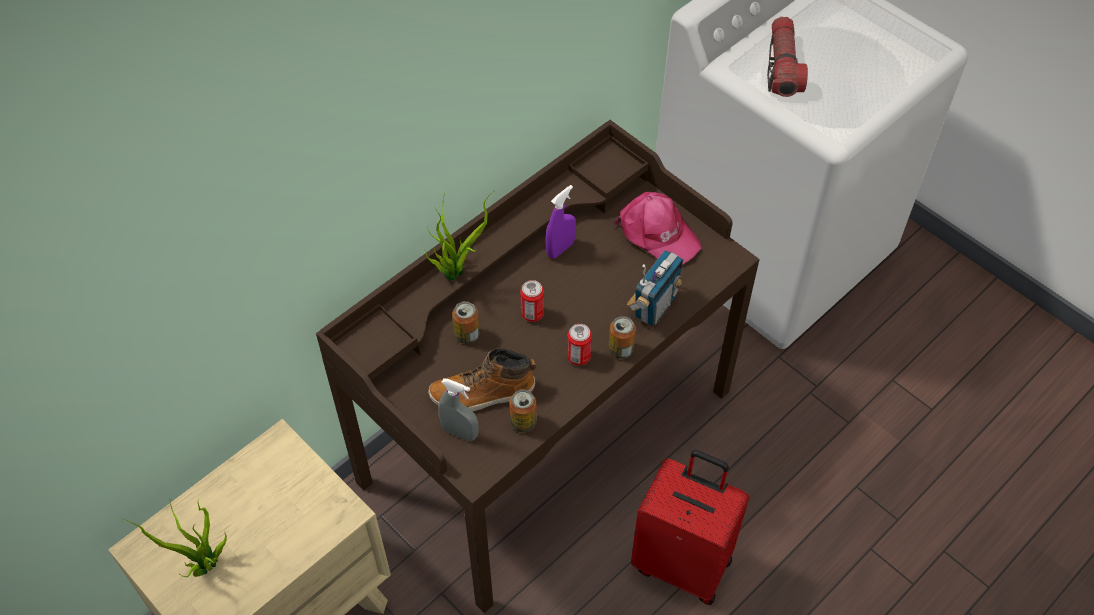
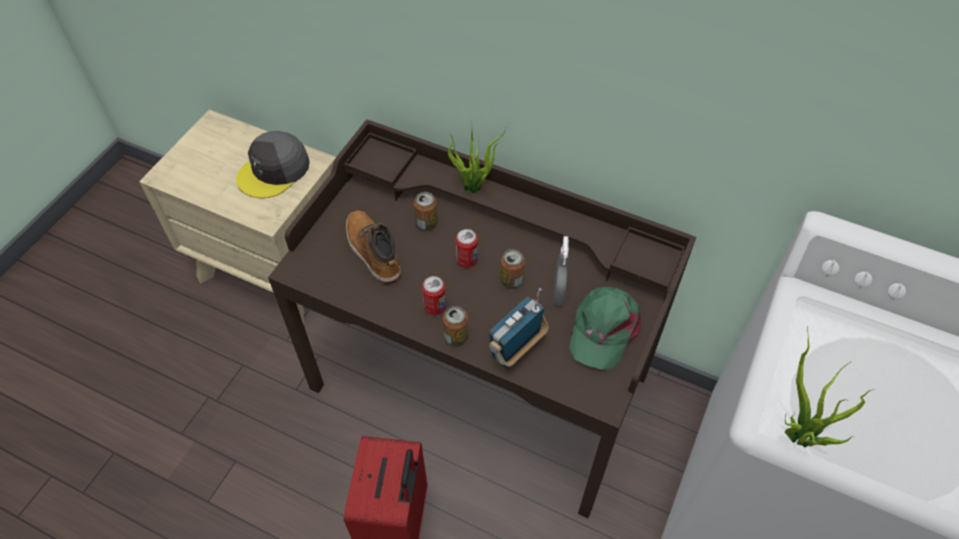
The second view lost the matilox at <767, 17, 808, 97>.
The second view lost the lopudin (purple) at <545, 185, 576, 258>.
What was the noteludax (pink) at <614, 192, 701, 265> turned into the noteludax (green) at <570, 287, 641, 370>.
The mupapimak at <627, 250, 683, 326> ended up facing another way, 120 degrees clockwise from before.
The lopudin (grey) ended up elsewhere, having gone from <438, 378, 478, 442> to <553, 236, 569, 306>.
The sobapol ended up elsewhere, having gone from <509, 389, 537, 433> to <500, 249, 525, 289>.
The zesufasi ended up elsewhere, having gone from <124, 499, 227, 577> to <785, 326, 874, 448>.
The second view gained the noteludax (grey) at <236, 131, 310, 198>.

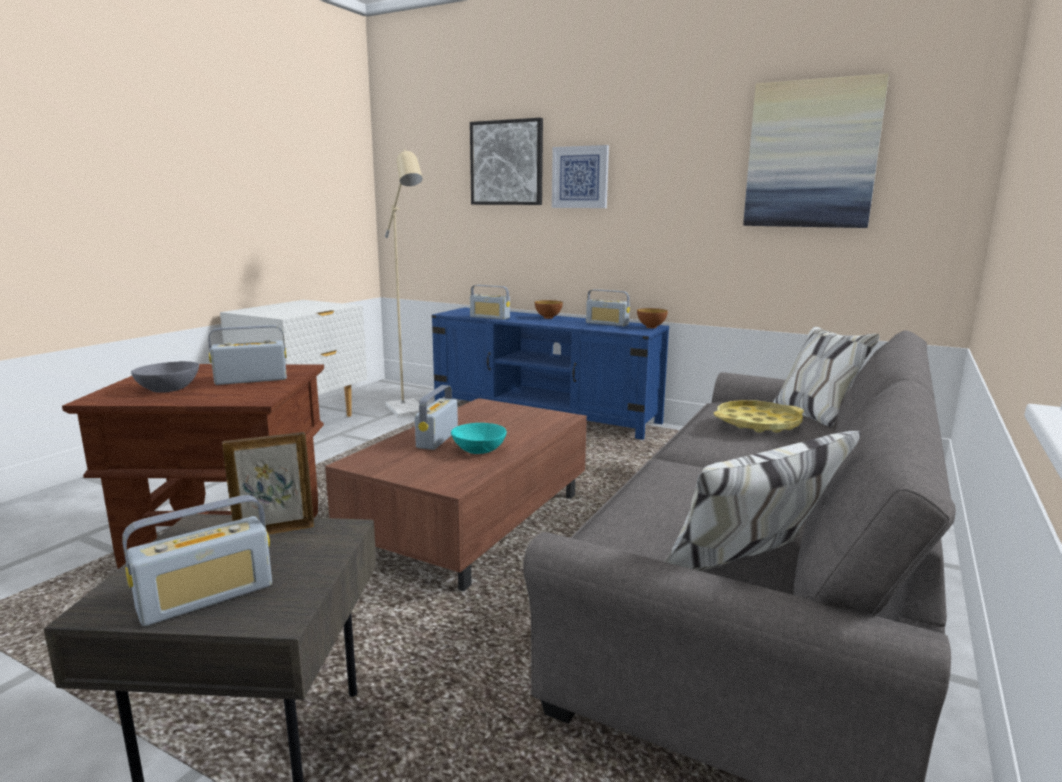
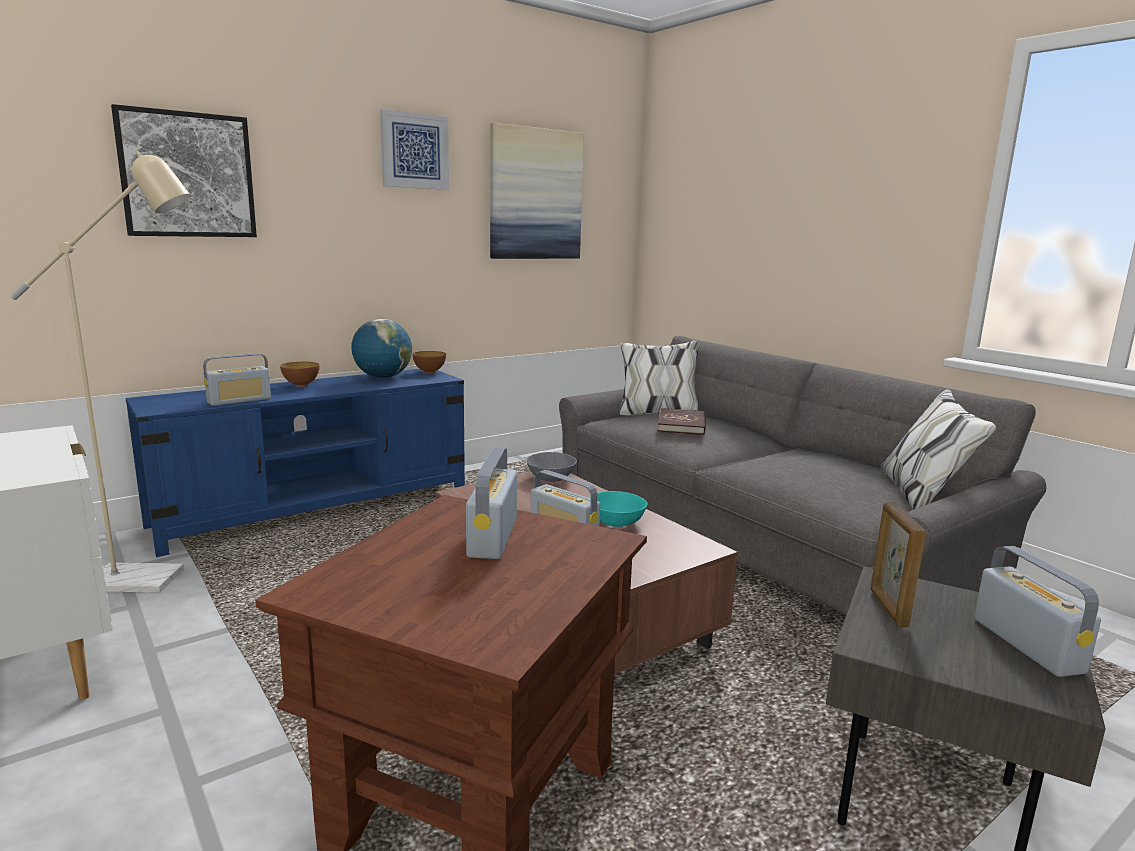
The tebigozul ended up elsewhere, having gone from <552, 145, 609, 208> to <380, 109, 449, 190>.
Where the mupapimak stood at <586, 289, 630, 326>, the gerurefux came to stand at <351, 319, 412, 378>.
The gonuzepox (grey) ended up elsewhere, having gone from <131, 361, 199, 393> to <526, 452, 577, 482>.
Where the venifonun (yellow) stood at <714, 400, 804, 433>, the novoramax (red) came to stand at <658, 408, 706, 435>.

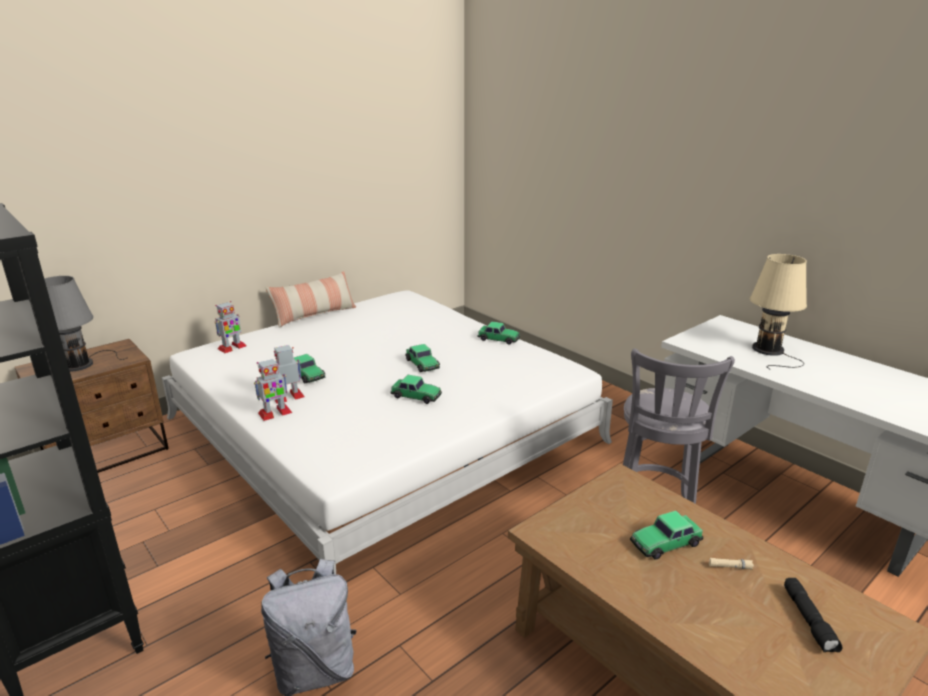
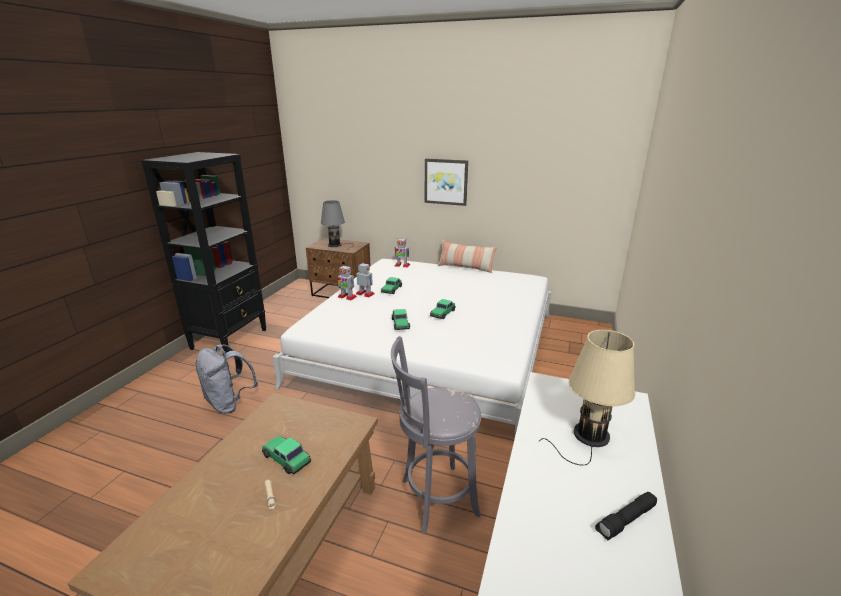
The second view lost the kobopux at <478, 321, 520, 345>.
The matilox (black) ended up elsewhere, having gone from <784, 578, 843, 652> to <595, 492, 657, 541>.
The second view gained the tebigozul at <425, 159, 468, 206>.

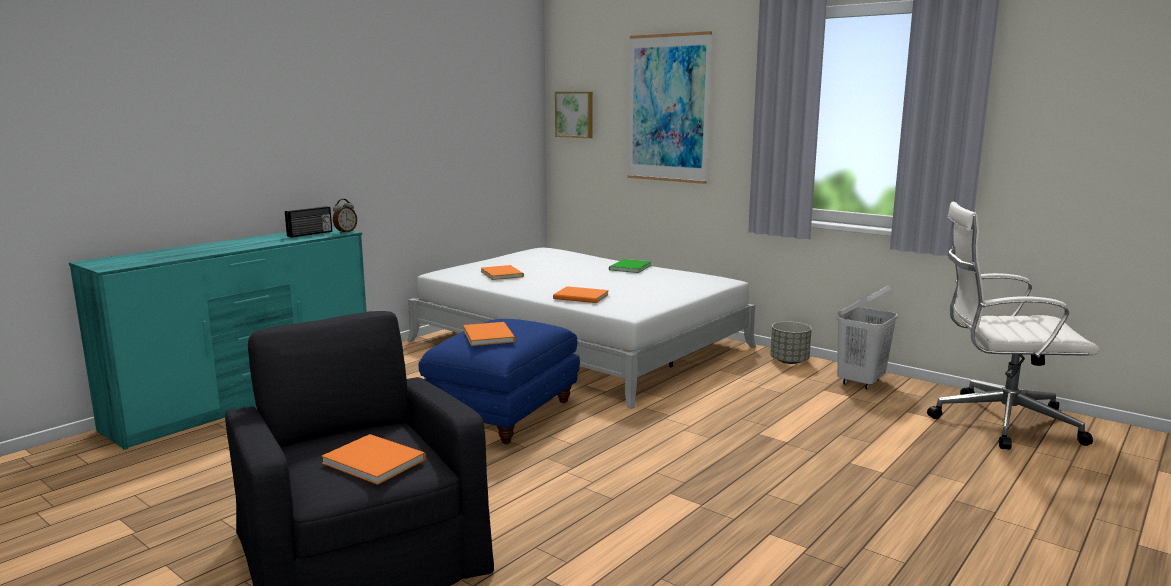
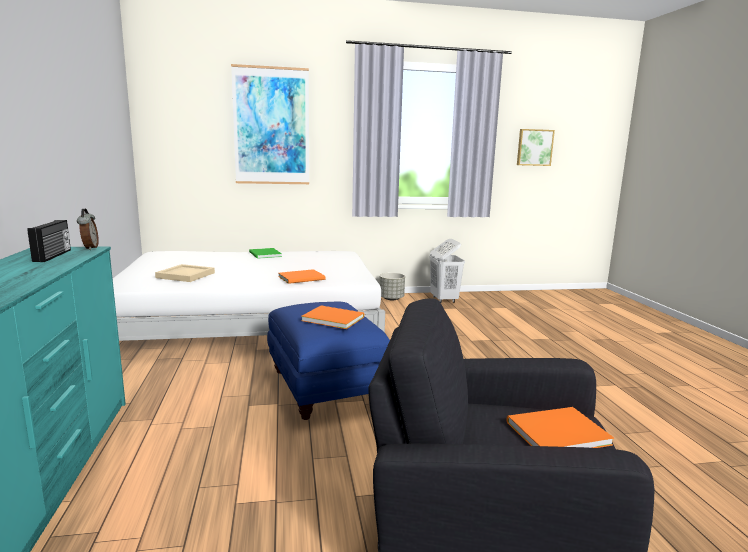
The tebigozul ended up elsewhere, having gone from <555, 92, 593, 138> to <517, 129, 555, 166>.
The second view lost the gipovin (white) at <927, 202, 1099, 450>.
Where the novoramax (orange) stood at <481, 265, 524, 280>, the venifonun (beige) came to stand at <155, 264, 215, 282>.

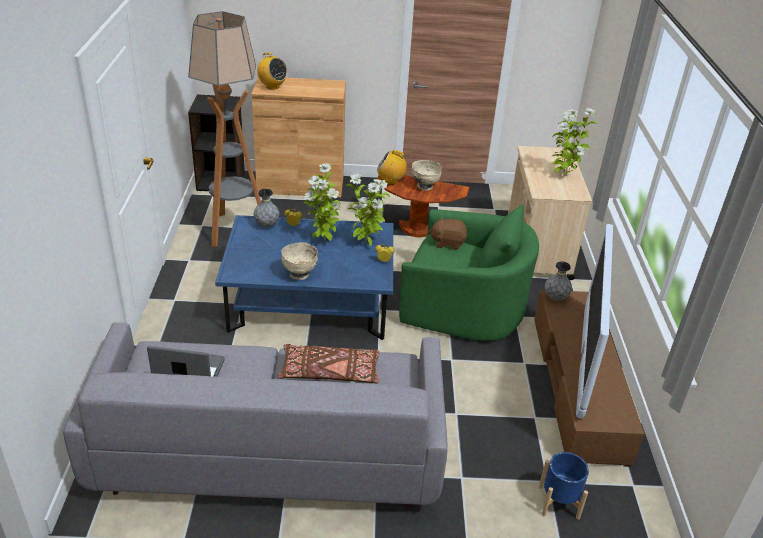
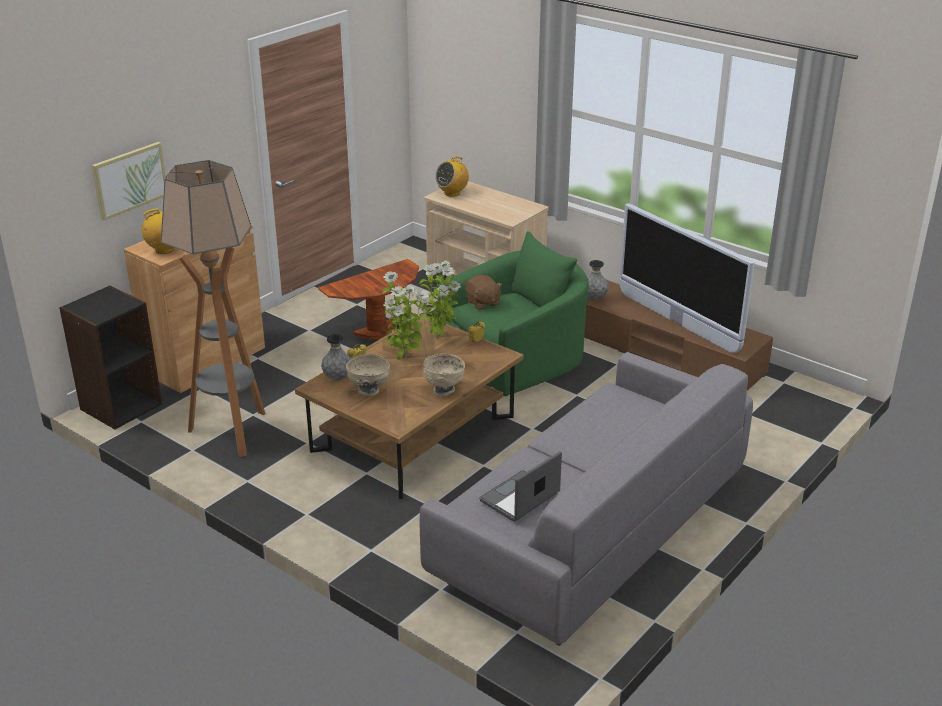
The second view lost the zesufasi at <551, 108, 598, 178>.
The mupapimak ended up elsewhere, having gone from <377, 150, 409, 185> to <435, 156, 469, 197>.
The gonuzepox (beige) ended up elsewhere, having gone from <412, 160, 442, 191> to <346, 354, 390, 396>.
What was the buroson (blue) at <215, 215, 393, 340> turned into the buroson (brown) at <295, 317, 524, 499>.
The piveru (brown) at <429, 216, 468, 250> ended up facing another way, 75 degrees counterclockwise from before.
The second view lost the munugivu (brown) at <278, 344, 380, 383>.
The second view lost the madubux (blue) at <539, 452, 589, 520>.
The second view gained the tebigozul at <92, 142, 166, 221>.

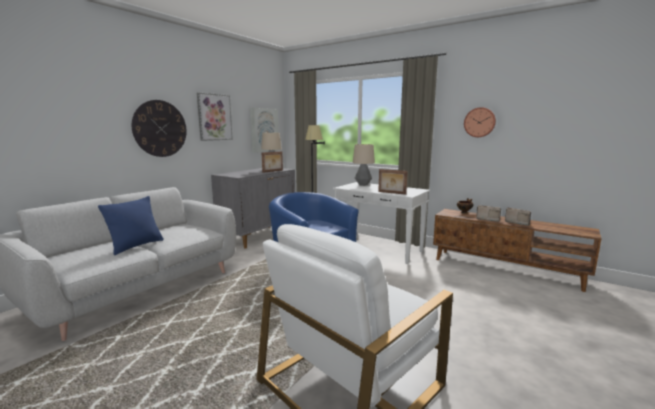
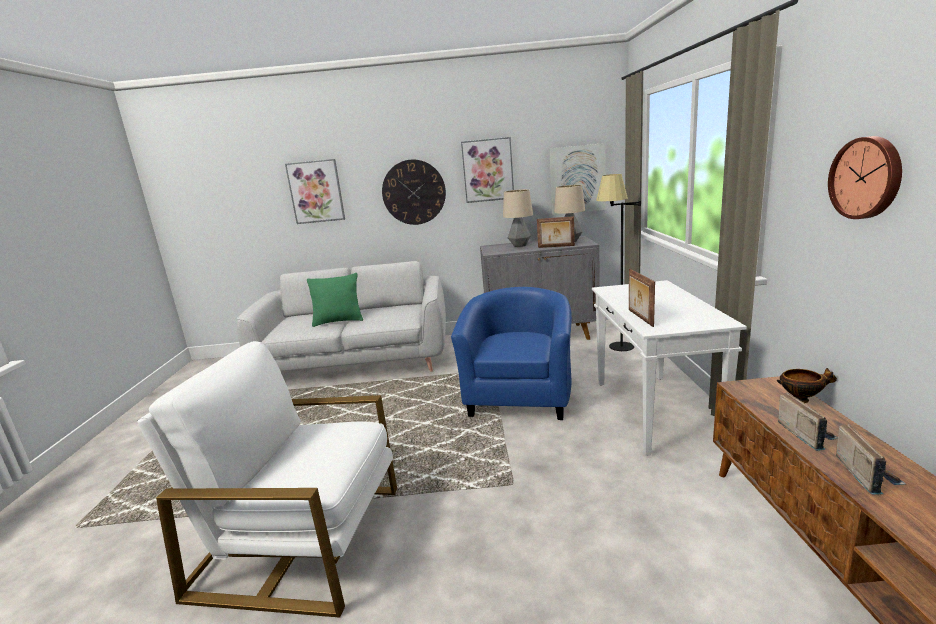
The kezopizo ended up elsewhere, having gone from <353, 144, 375, 186> to <503, 189, 533, 247>.
What was the munugivu (blue) at <98, 196, 164, 255> turned into the munugivu (green) at <307, 273, 363, 327>.
The second view gained the tebigozul at <285, 159, 345, 224>.

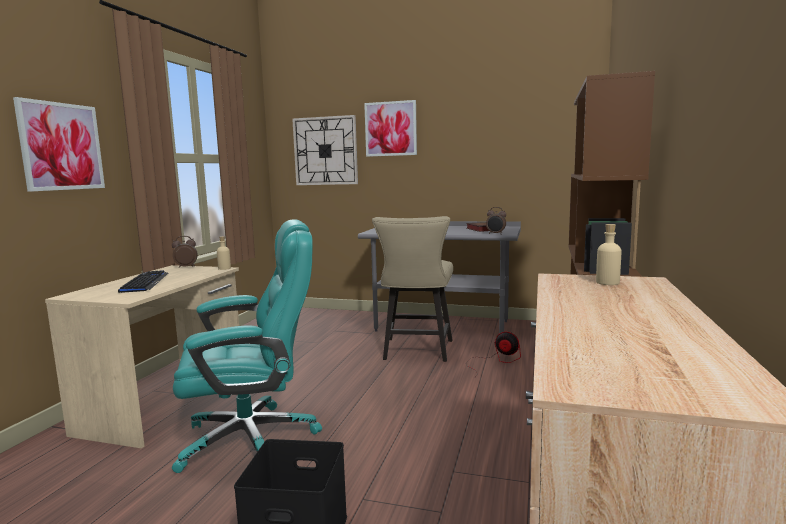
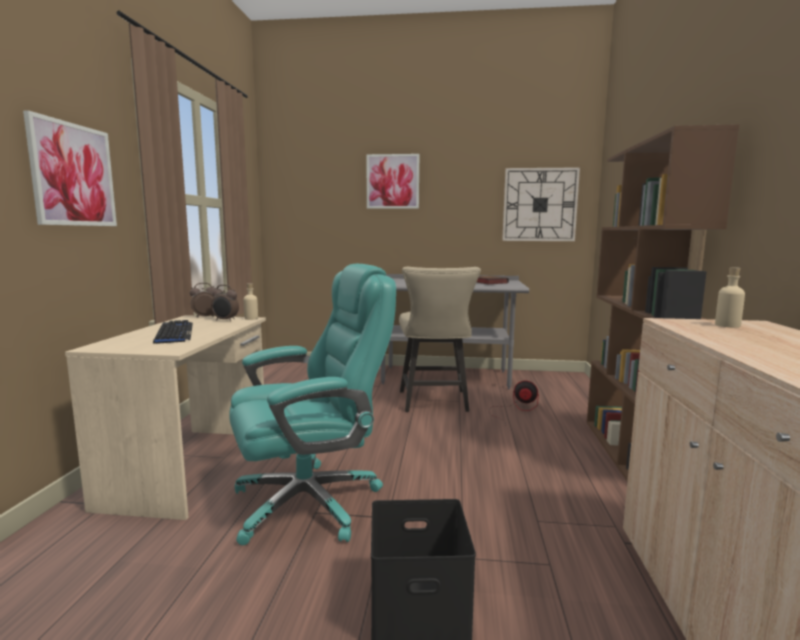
The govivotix ended up elsewhere, having gone from <292, 115, 358, 185> to <502, 167, 580, 241>.
The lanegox ended up elsewhere, having gone from <486, 207, 506, 235> to <211, 285, 239, 321>.

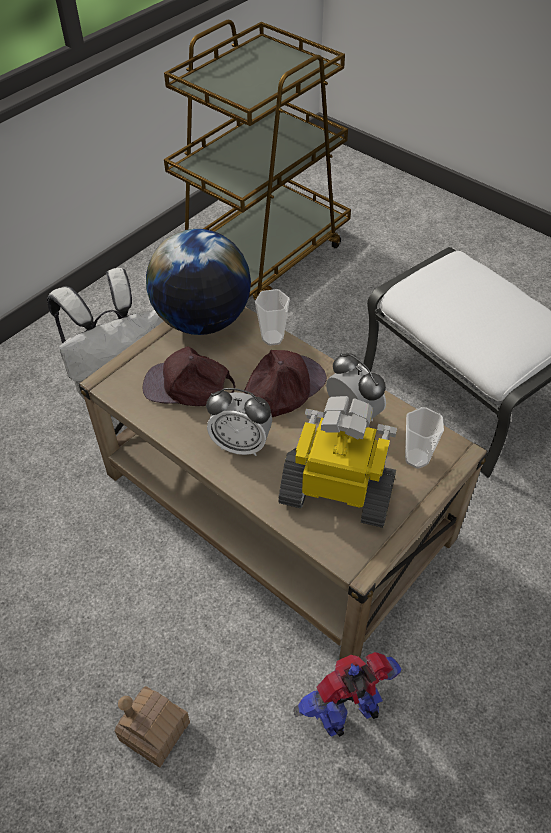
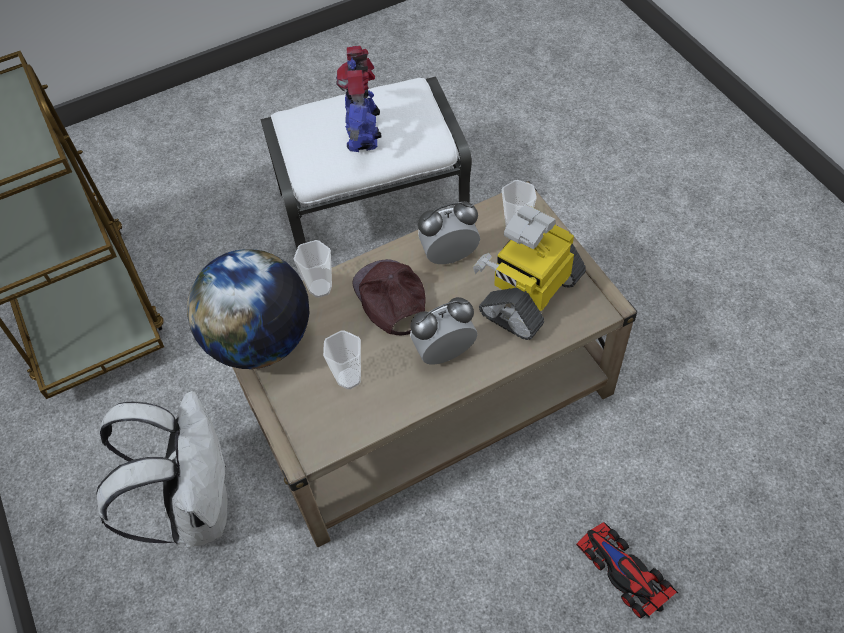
Where the noteludax (brown) stood at <143, 346, 235, 406>, the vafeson came to stand at <323, 330, 361, 389>.
The lanegox at <206, 388, 272, 456> ended up facing another way, 150 degrees counterclockwise from before.
The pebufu ended up elsewhere, having gone from <293, 652, 402, 737> to <336, 46, 382, 152>.
Where the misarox stood at <115, 686, 190, 768>, the kobopux came to stand at <576, 522, 678, 618>.

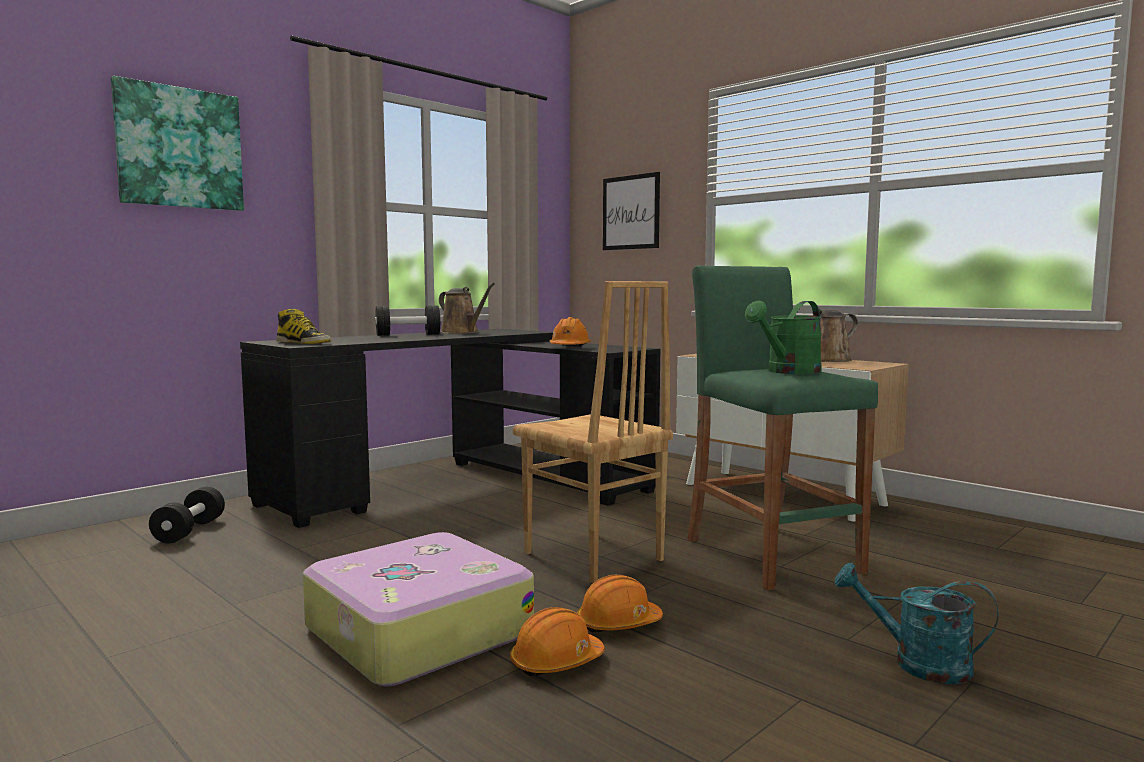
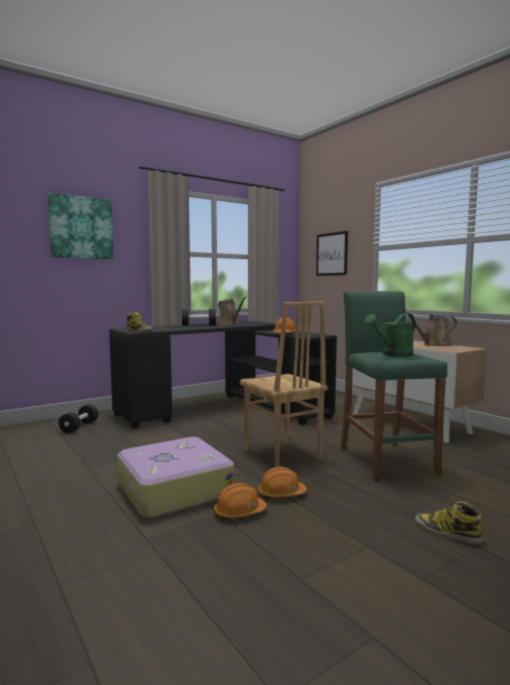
Where the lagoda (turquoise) stood at <835, 563, 998, 684>, the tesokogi came to stand at <415, 501, 483, 544>.

